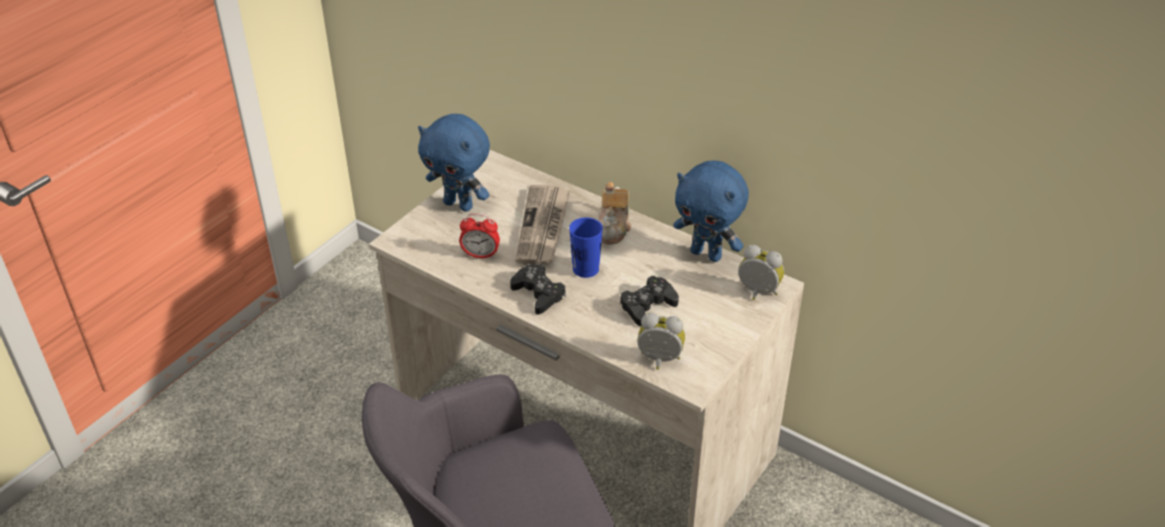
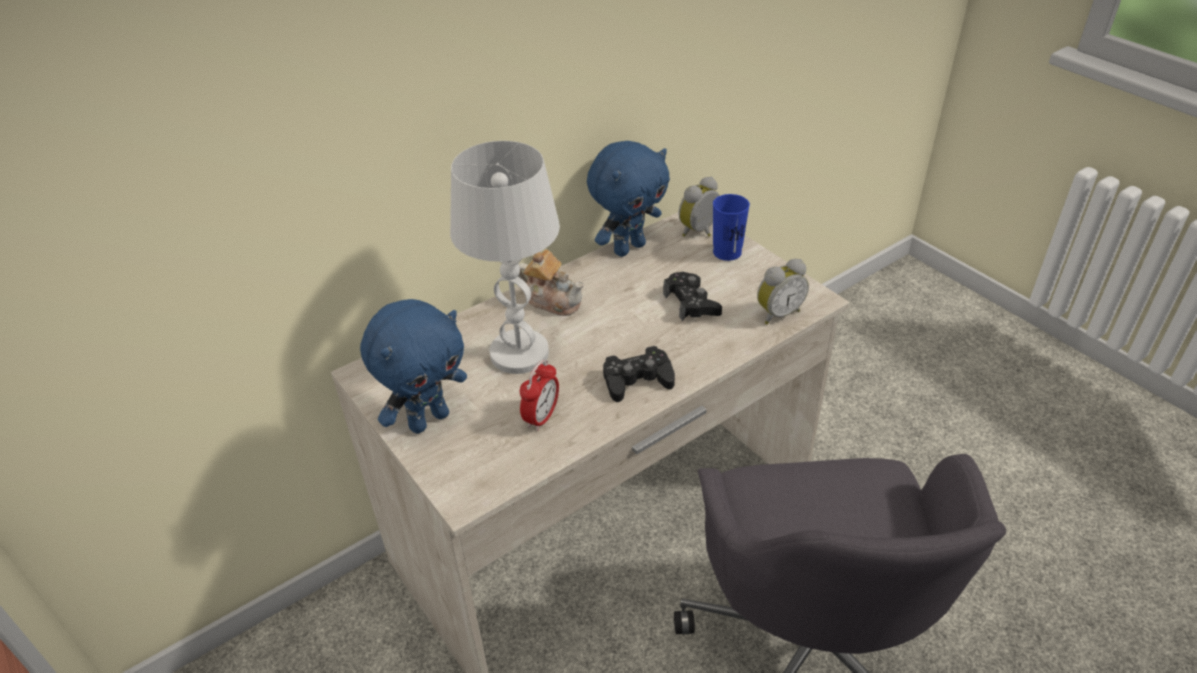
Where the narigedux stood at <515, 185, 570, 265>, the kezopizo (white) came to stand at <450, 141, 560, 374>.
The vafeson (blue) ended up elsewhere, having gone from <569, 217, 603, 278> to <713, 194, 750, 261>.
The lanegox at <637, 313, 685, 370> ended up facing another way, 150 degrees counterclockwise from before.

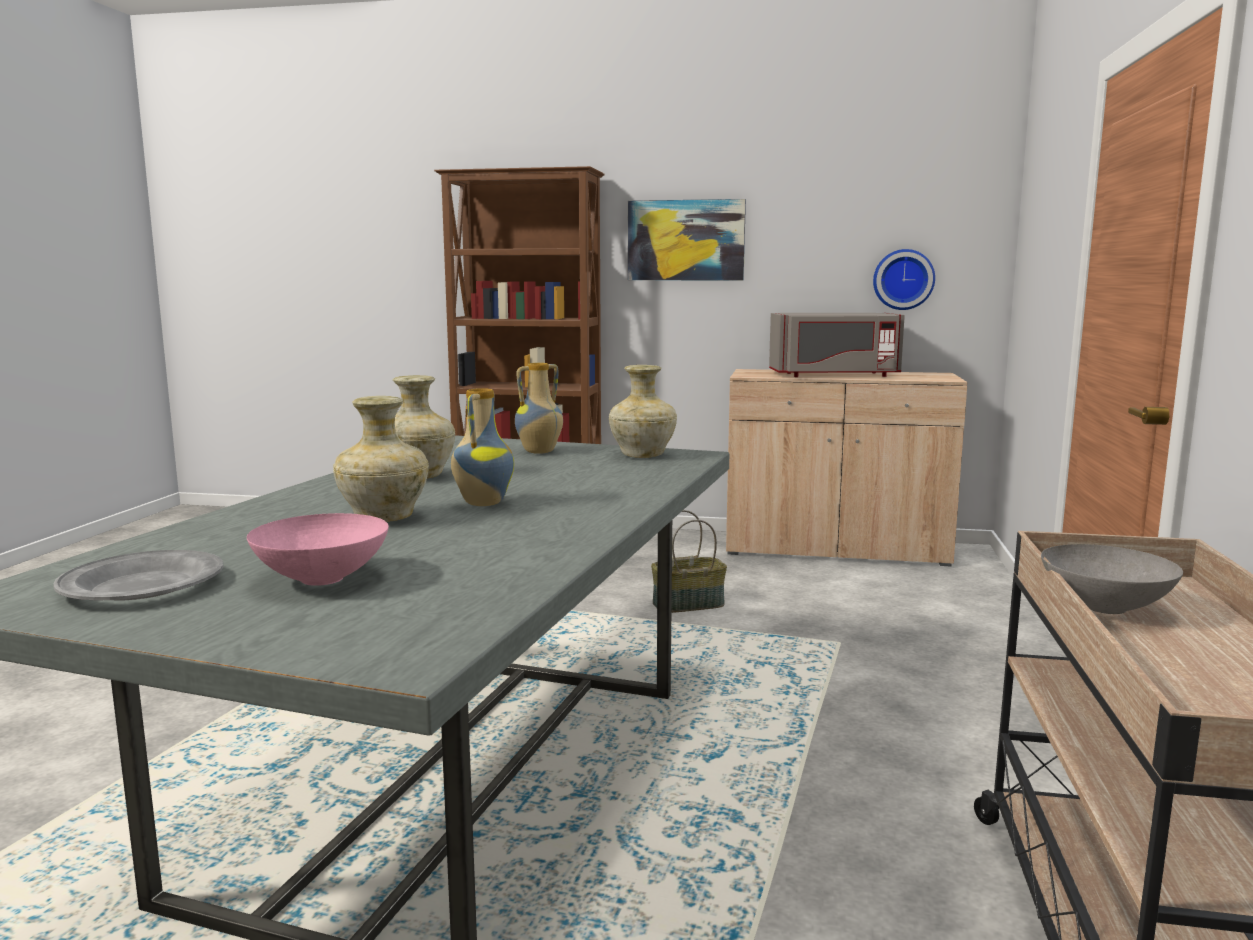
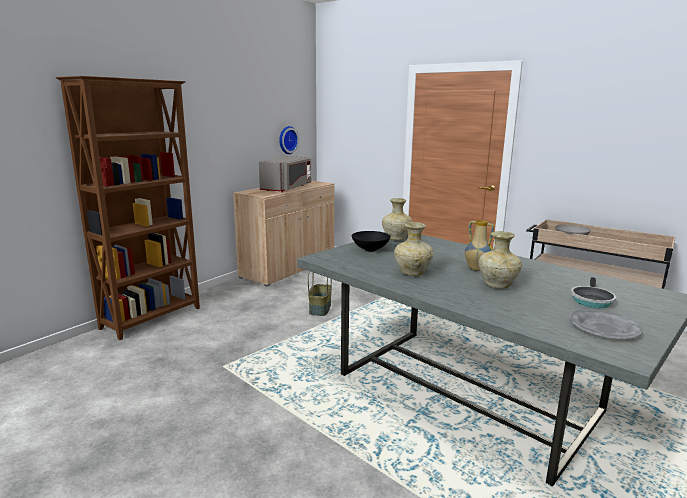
The second view lost the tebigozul at <628, 199, 746, 280>.
Where the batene stood at <515, 363, 563, 454>, the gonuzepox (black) came to stand at <352, 231, 391, 252>.
Where the gonuzepox (pink) stood at <247, 513, 389, 586>, the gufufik came to stand at <571, 277, 616, 308>.

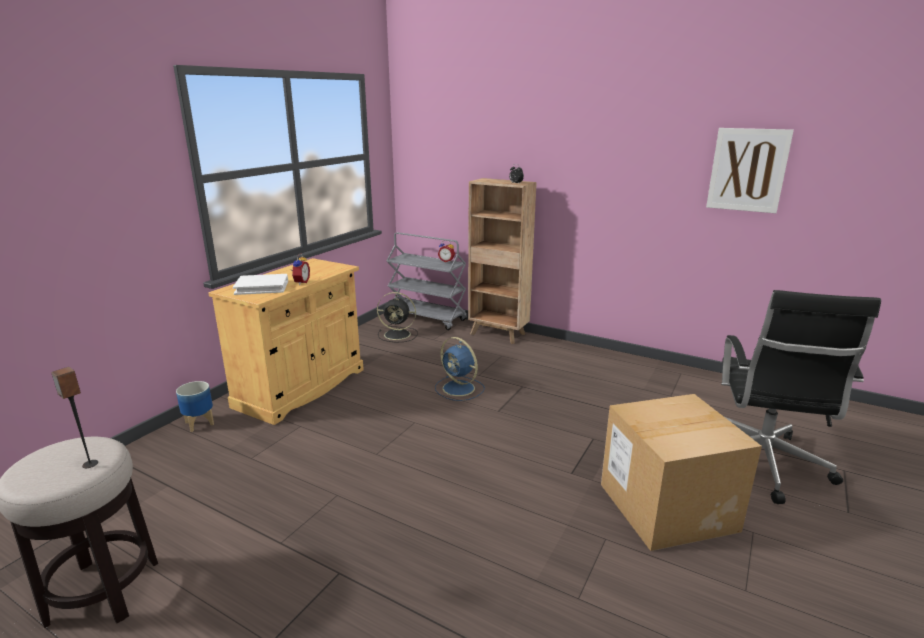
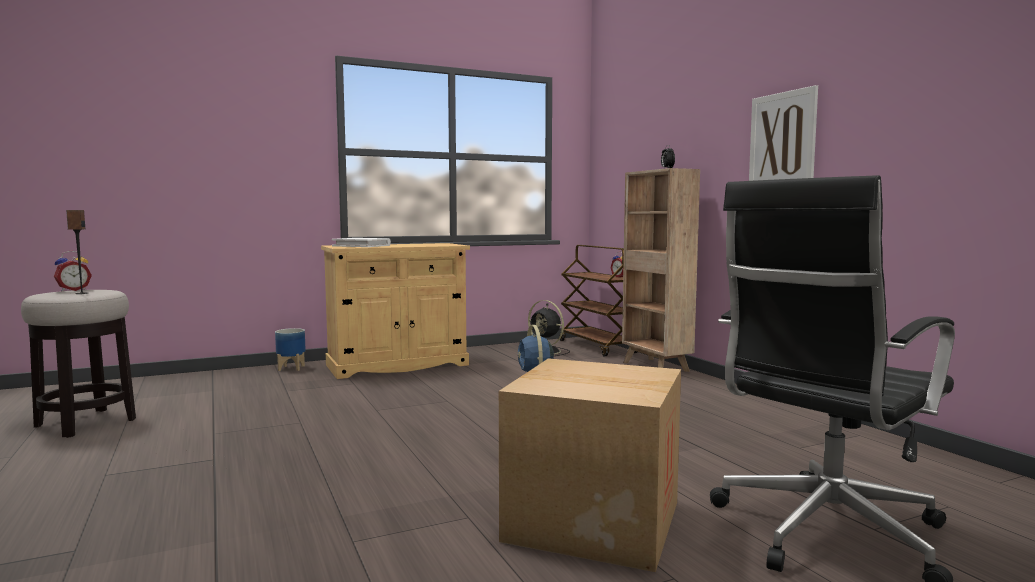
The tebigozul ended up elsewhere, having gone from <706, 128, 794, 213> to <749, 85, 818, 181>.
What was the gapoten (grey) at <386, 232, 467, 330> turned into the gapoten (brown) at <560, 245, 637, 357>.
The lanegox ended up elsewhere, having gone from <291, 253, 310, 285> to <54, 251, 92, 291>.

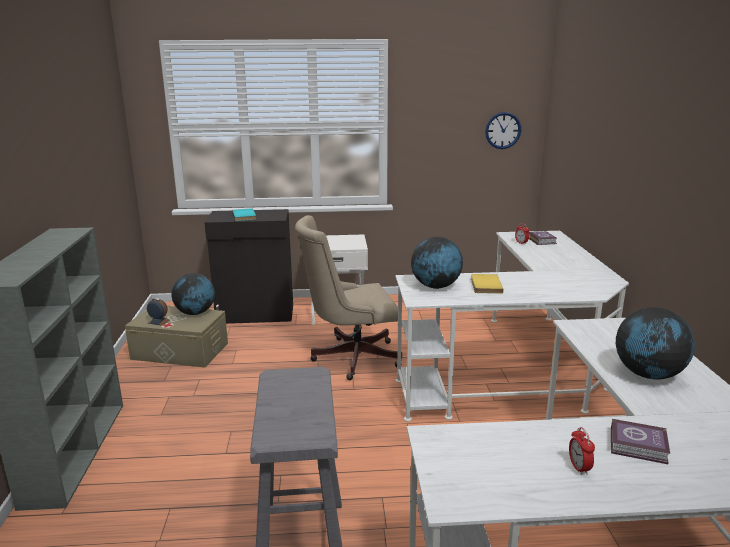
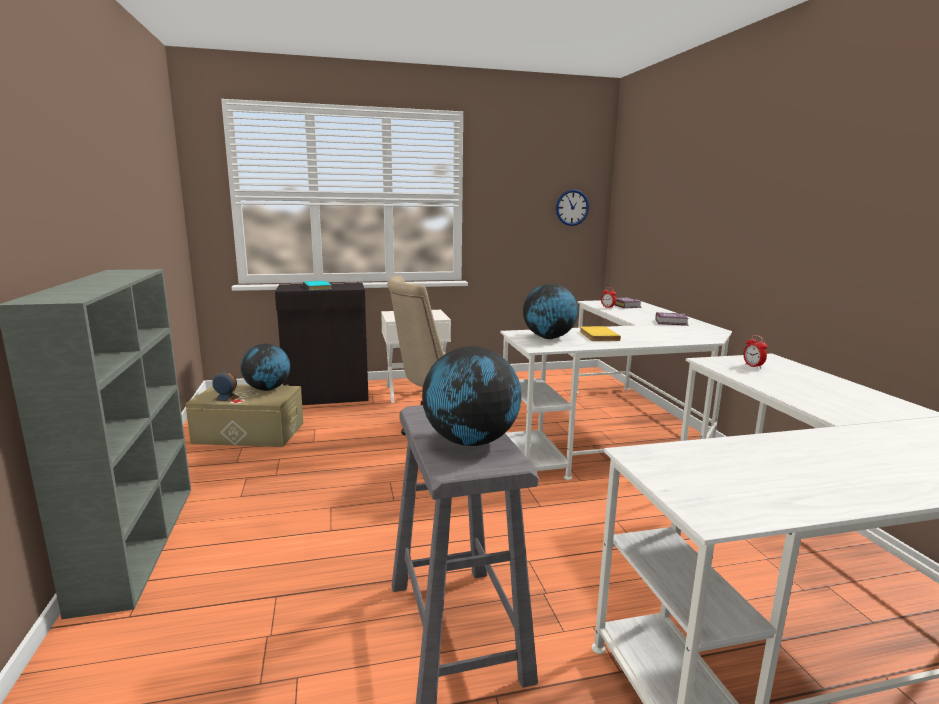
The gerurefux ended up elsewhere, having gone from <616, 307, 695, 379> to <422, 346, 521, 446>.
The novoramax ended up elsewhere, having gone from <611, 419, 670, 464> to <655, 312, 689, 326>.
The lanegox ended up elsewhere, having gone from <569, 427, 595, 475> to <743, 335, 767, 369>.

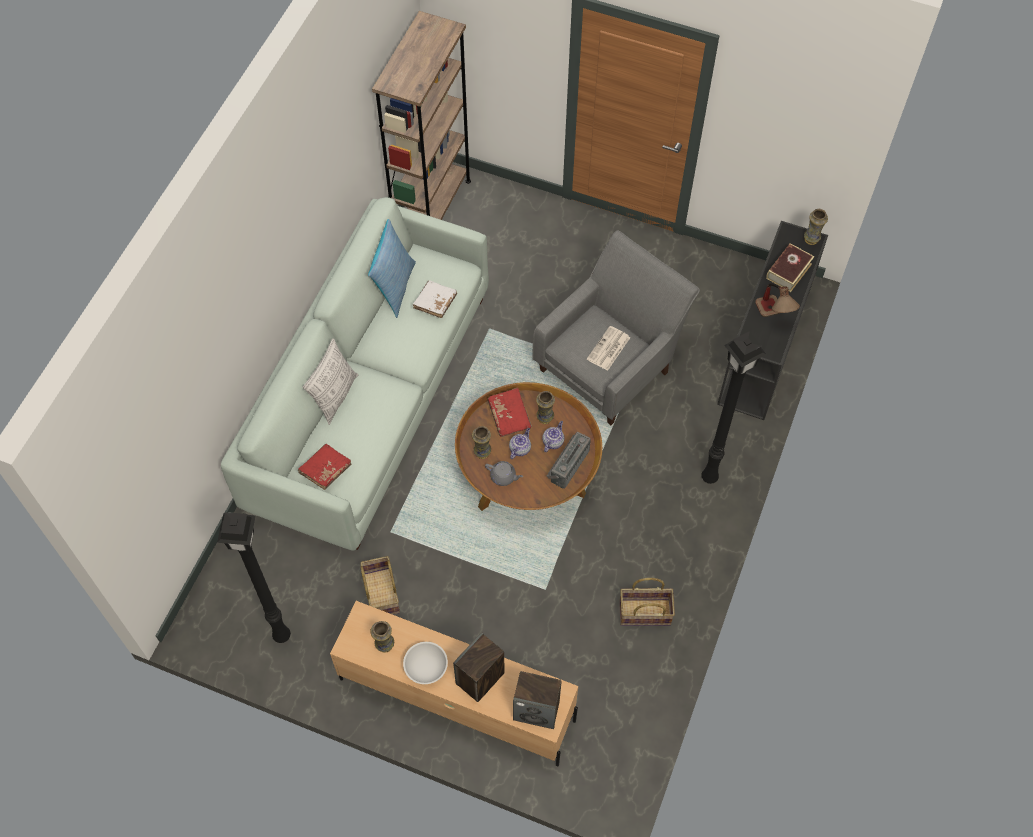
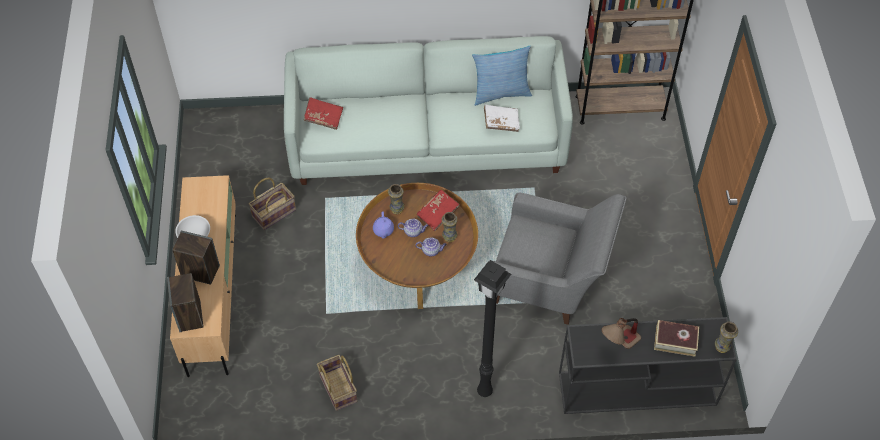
The second view lost the narigedux at <587, 326, 630, 371>.
The second view lost the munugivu at <303, 338, 358, 424>.
The second view lost the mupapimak at <547, 432, 591, 489>.
What was the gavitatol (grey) at <485, 461, 524, 486> turned into the gavitatol (purple) at <373, 212, 394, 239>.
The second view lost the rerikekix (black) at <217, 512, 291, 643>.
The second view lost the batene at <371, 621, 394, 653>.

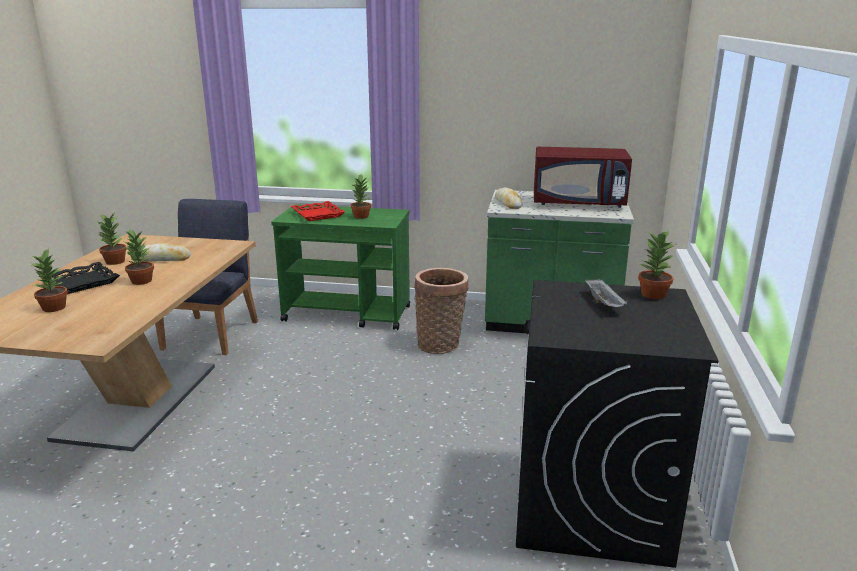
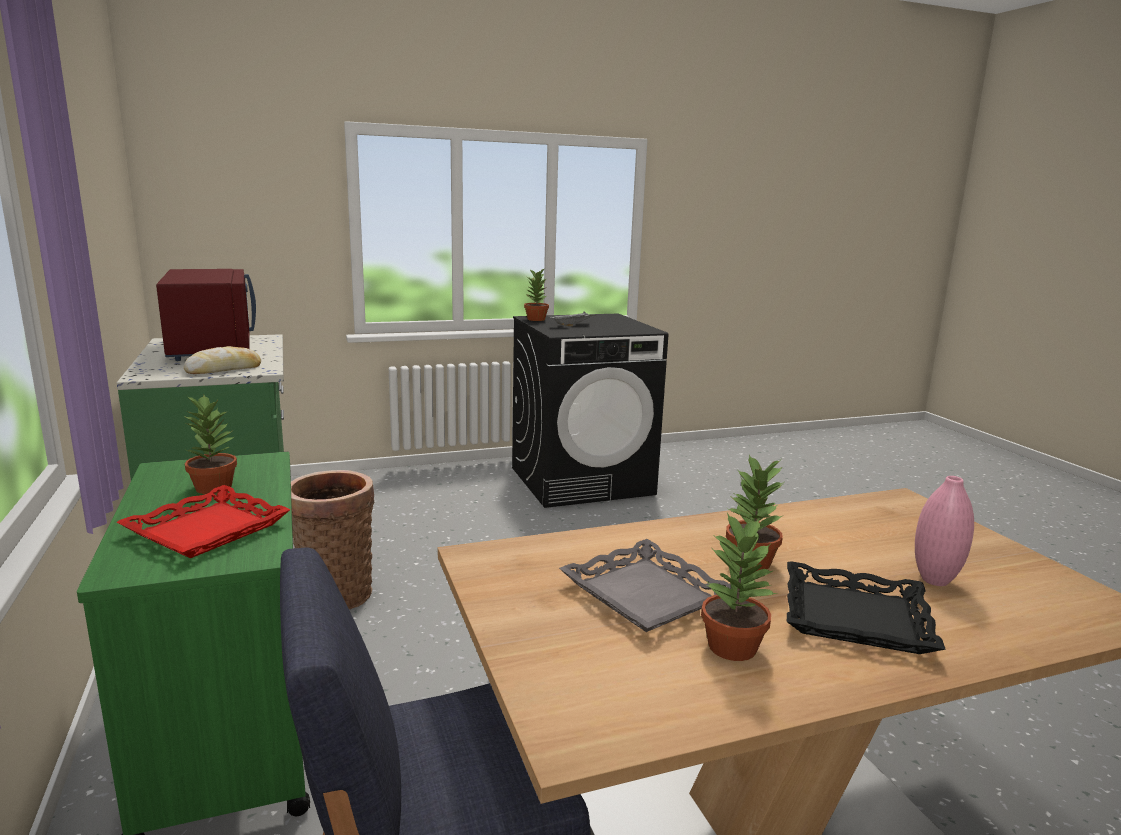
Where the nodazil stood at <140, 243, 191, 262>, the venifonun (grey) came to stand at <559, 539, 732, 632>.
Where the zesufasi stood at <31, 248, 68, 312>, the batene (pink) came to stand at <915, 476, 974, 586>.

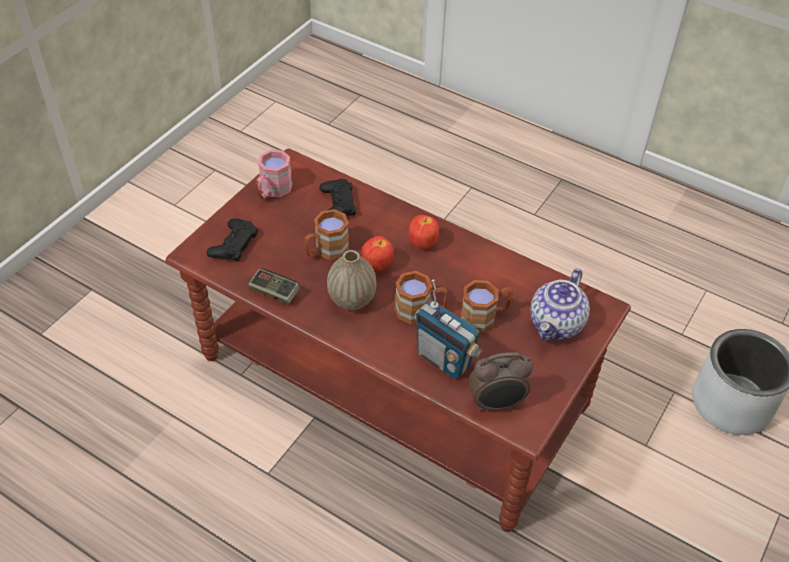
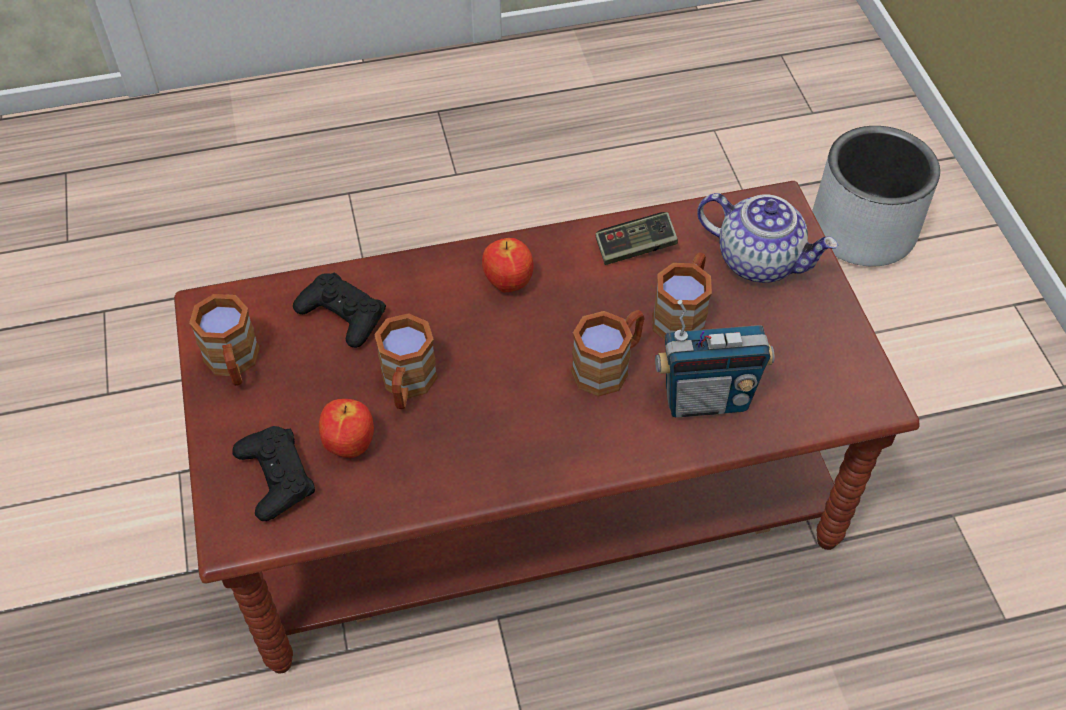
What was the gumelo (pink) at <256, 150, 292, 199> turned into the gumelo (brown) at <189, 294, 260, 386>.
The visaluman ended up elsewhere, having gone from <361, 236, 394, 271> to <319, 399, 374, 458>.
The second view lost the batene at <327, 250, 377, 310>.
The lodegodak ended up elsewhere, having gone from <248, 268, 300, 304> to <595, 212, 678, 265>.
The gavitatol at <530, 268, 590, 340> ended up facing another way, 45 degrees counterclockwise from before.
The second view lost the lanegox at <469, 352, 533, 412>.

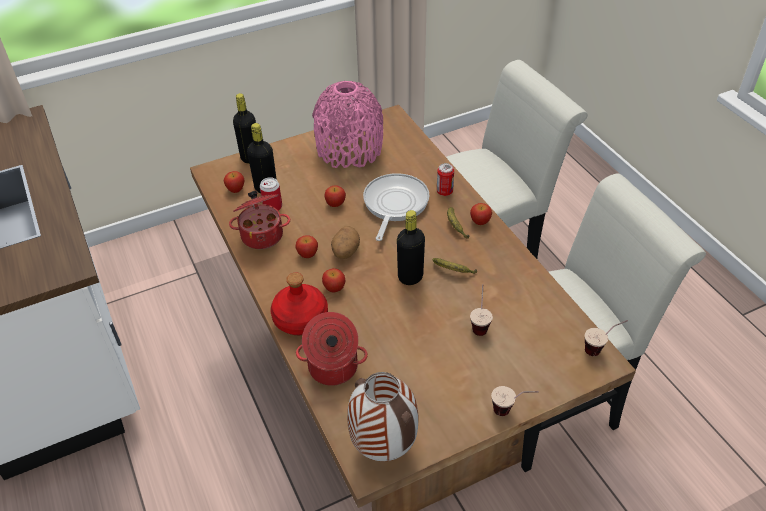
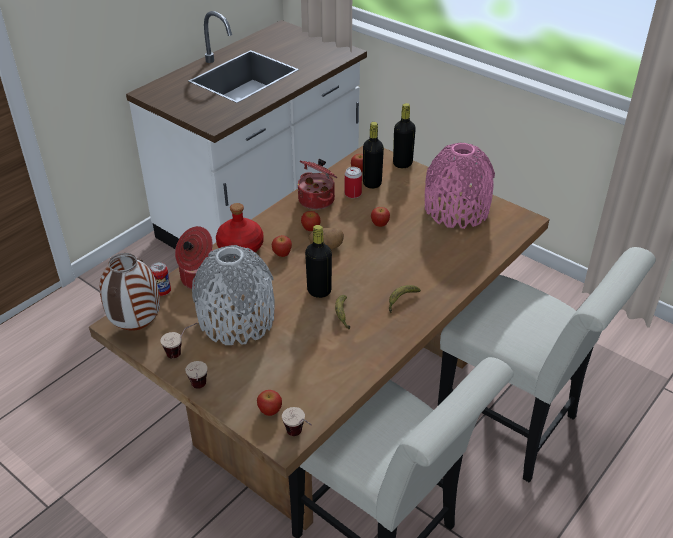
The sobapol ended up elsewhere, having gone from <437, 163, 454, 196> to <150, 262, 171, 296>.
The second view lost the gufufik at <363, 173, 429, 241>.
The visaluman ended up elsewhere, having gone from <470, 203, 492, 225> to <257, 390, 282, 416>.
The vafeson ended up elsewhere, having gone from <470, 284, 493, 336> to <160, 323, 197, 359>.
The second view gained the batene (grey) at <192, 245, 275, 345>.

